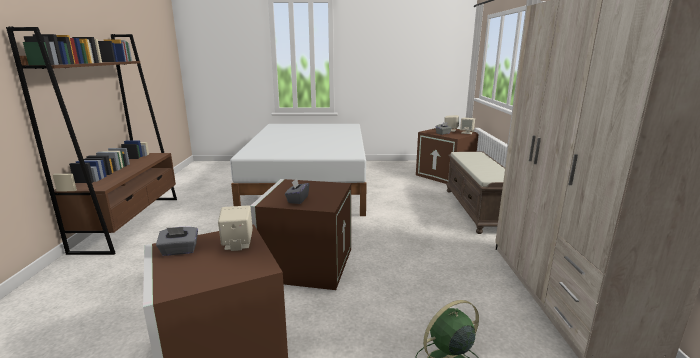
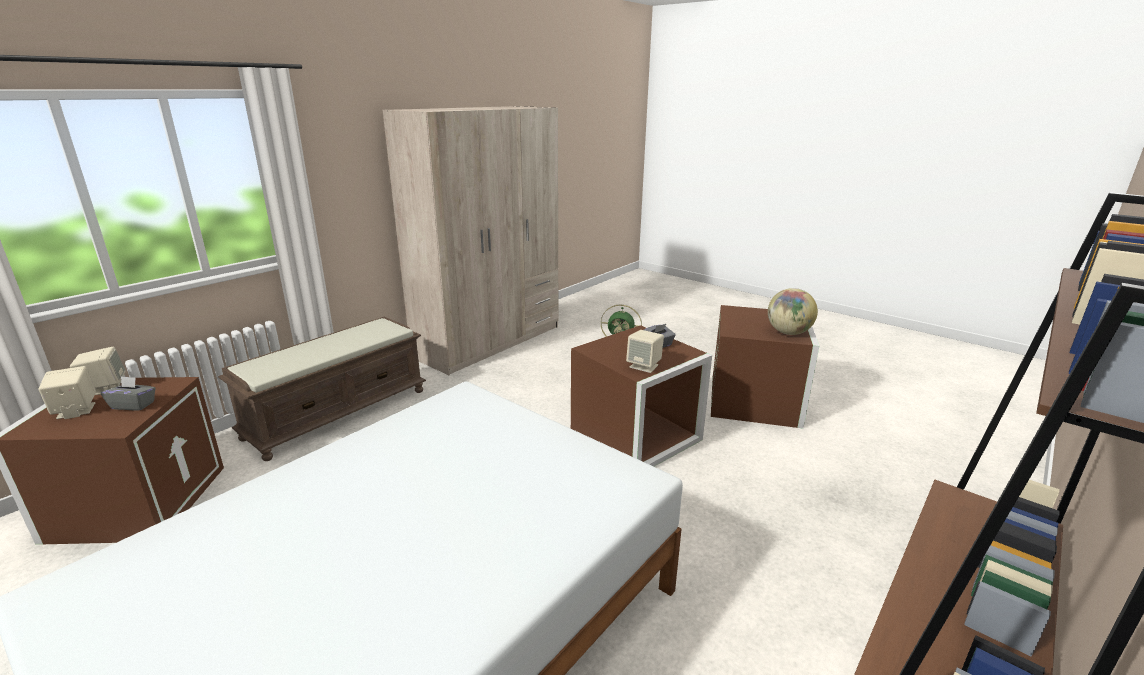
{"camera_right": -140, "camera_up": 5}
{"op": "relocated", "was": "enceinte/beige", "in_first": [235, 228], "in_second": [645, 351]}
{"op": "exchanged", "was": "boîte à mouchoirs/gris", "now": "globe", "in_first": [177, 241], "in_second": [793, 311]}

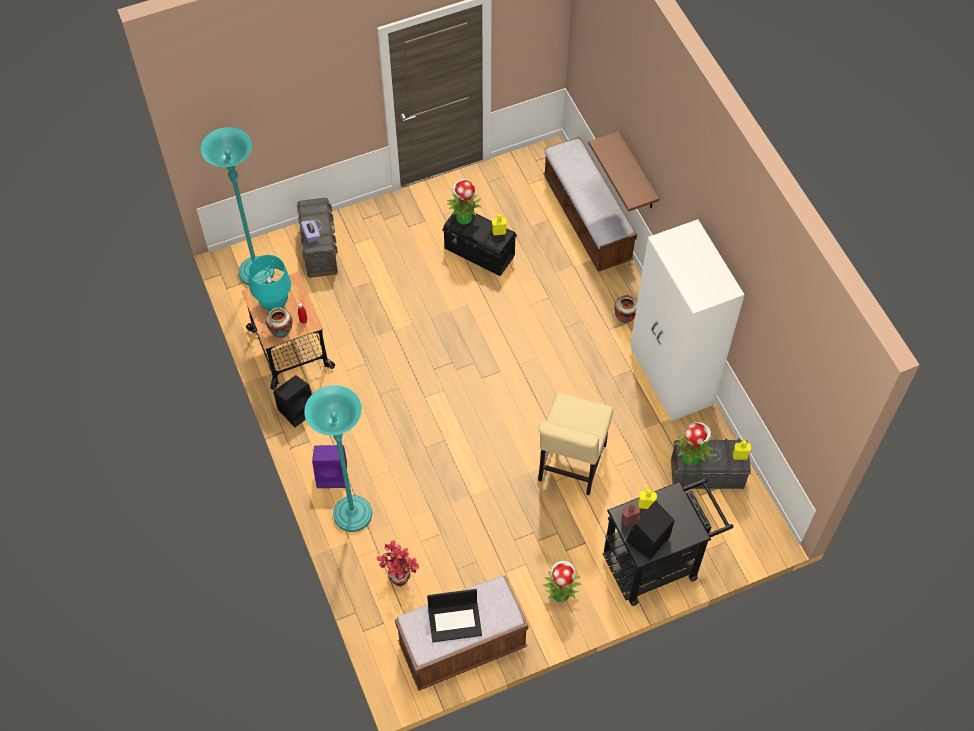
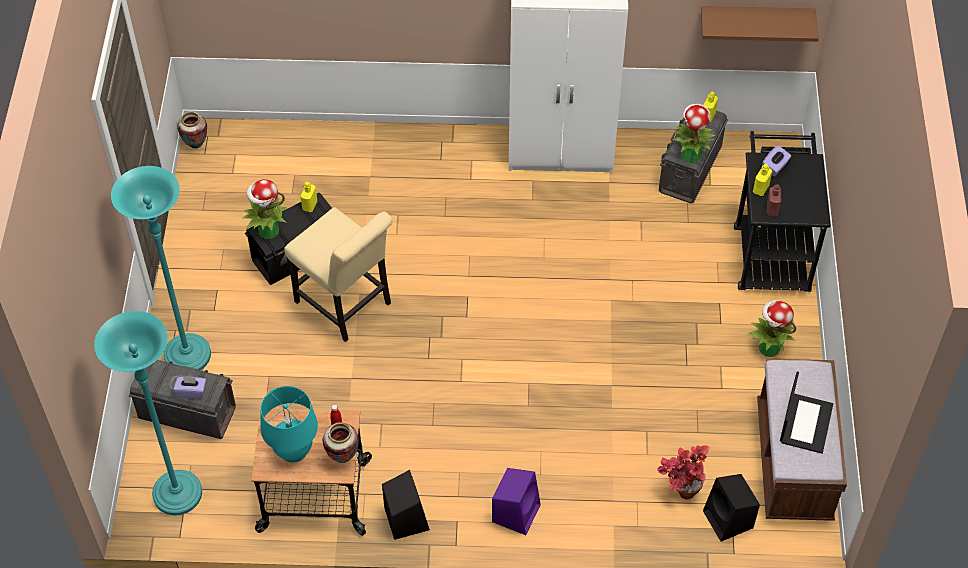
{"camera_right": -65, "camera_up": -5}
{"op": "relocated", "was": "étagère/marron", "in_first": [623, 171], "in_second": [760, 24]}
{"op": "missing", "was": "banc", "in_first": [590, 204]}
{"op": "relocated", "was": "vase", "in_first": [625, 309], "in_second": [192, 130]}
{"op": "relocated", "was": "lampadaire/turquoise", "in_first": [338, 458], "in_second": [161, 268]}
{"op": "relocated", "was": "chaise/beige", "in_first": [575, 443], "in_second": [338, 274]}
{"op": "relocated", "was": "enceinte/noir", "in_first": [650, 530], "in_second": [731, 508]}
{"op": "appeared", "now": "boîte à mouchoirs/violet", "in_second": [776, 160]}

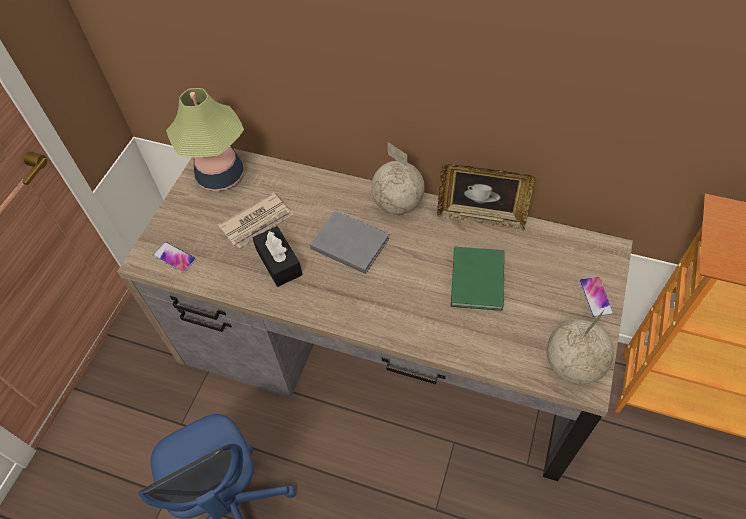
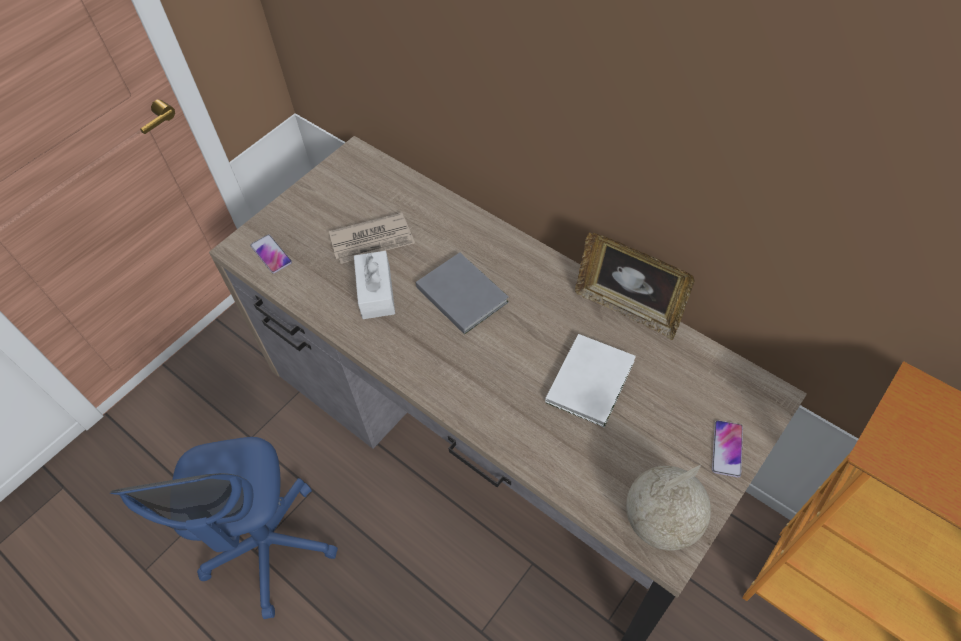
{"camera_right": 20, "camera_up": 0}
{"op": "missing", "was": "lampe de table", "in_first": [205, 139]}
{"op": "missing", "was": "globe", "in_first": [398, 178]}
{"op": "colour", "was": "boîte à mouchoirs/noir", "now": "boîte à mouchoirs/blanc", "in_first": [277, 256], "in_second": [374, 285]}
{"op": "colour", "was": "livre/vert", "now": "livre/blanc", "in_first": [477, 279], "in_second": [590, 381]}

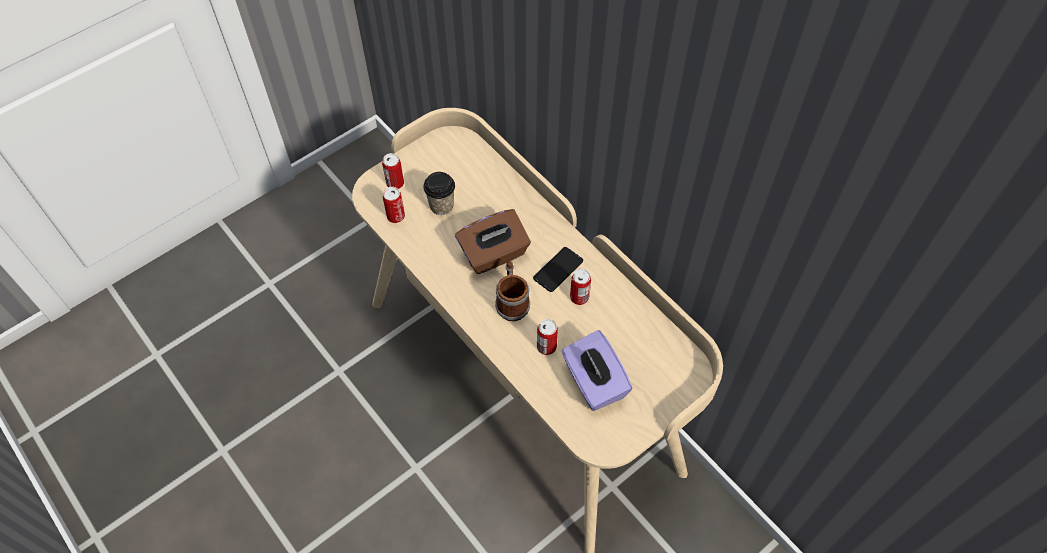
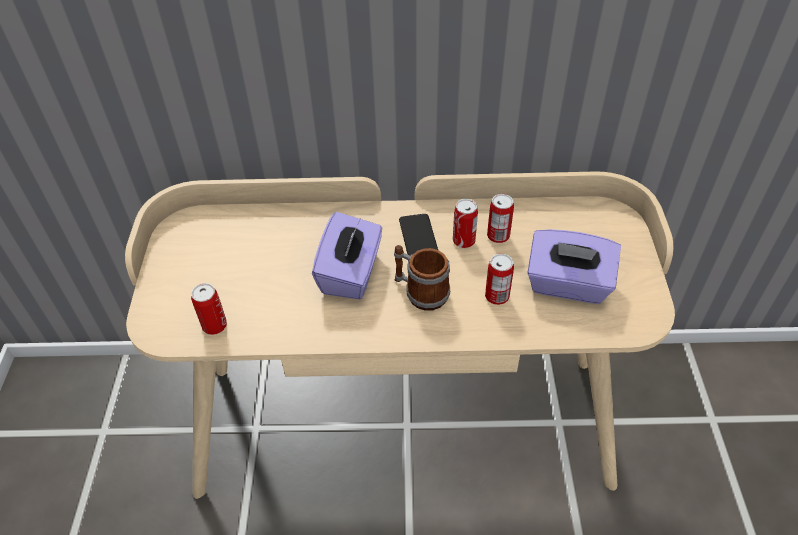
{"camera_right": -50, "camera_up": -10}
{"op": "relocated", "was": "boîte métallique", "in_first": [393, 171], "in_second": [500, 218]}
{"op": "missing", "was": "tasse", "in_first": [439, 193]}
{"op": "colour", "was": "boîte à mouchoirs/marron", "now": "boîte à mouchoirs/violet", "in_first": [493, 241], "in_second": [347, 255]}

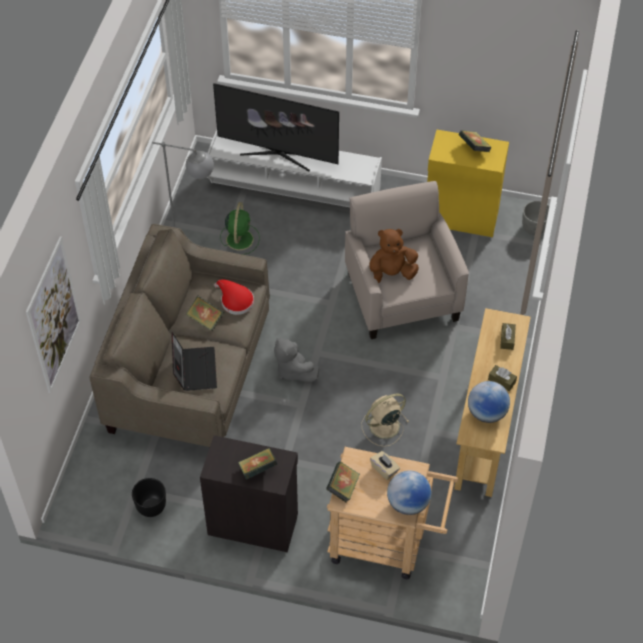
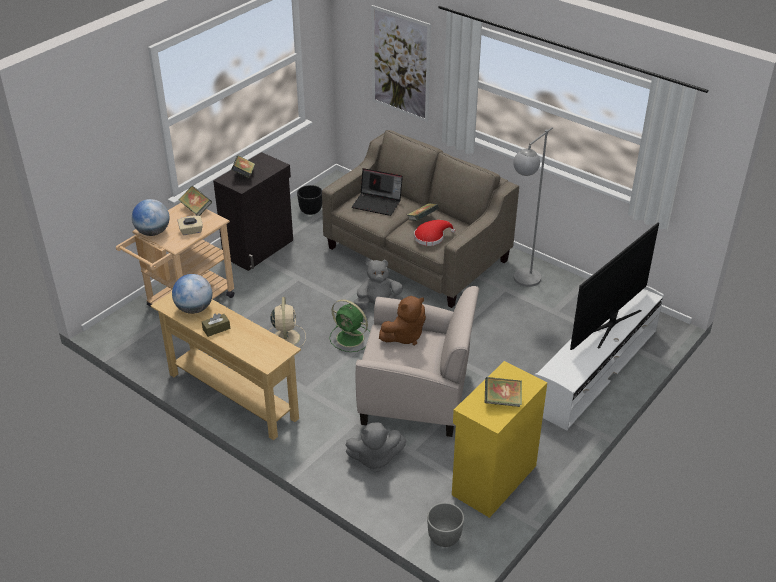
{"camera_right": 115, "camera_up": -15}
{"op": "relocated", "was": "ventilateur/vert", "in_first": [240, 228], "in_second": [349, 325]}
{"op": "spun", "was": "peluche/marron", "in_first": [394, 256], "in_second": [402, 320], "clockwise": 45}
{"op": "missing", "was": "boîte à mouchoirs/marron", "in_first": [508, 336]}
{"op": "appeared", "now": "peluche/gris", "in_second": [376, 447]}

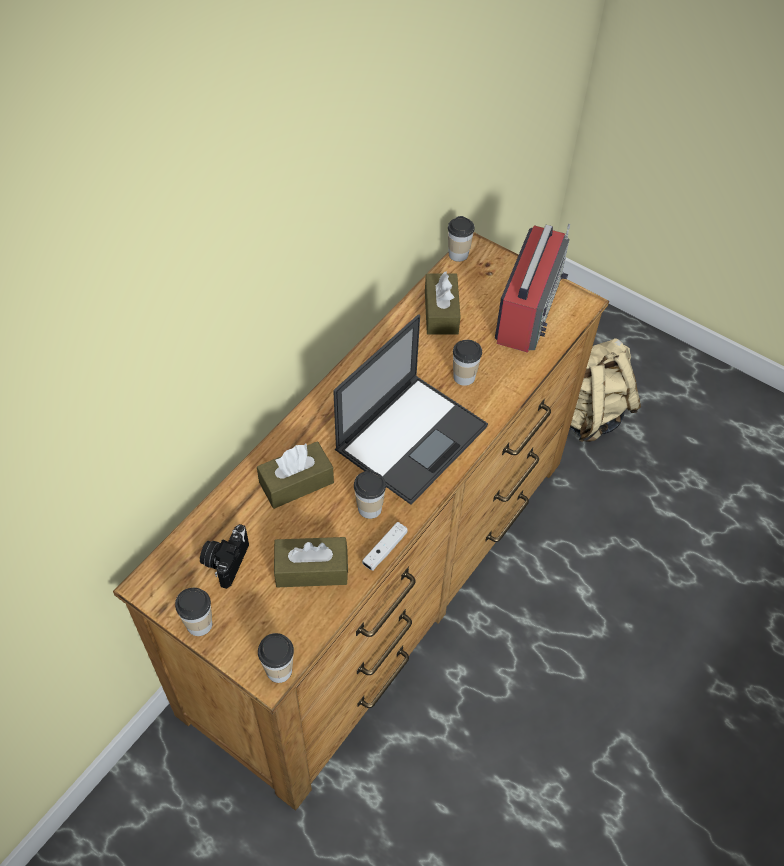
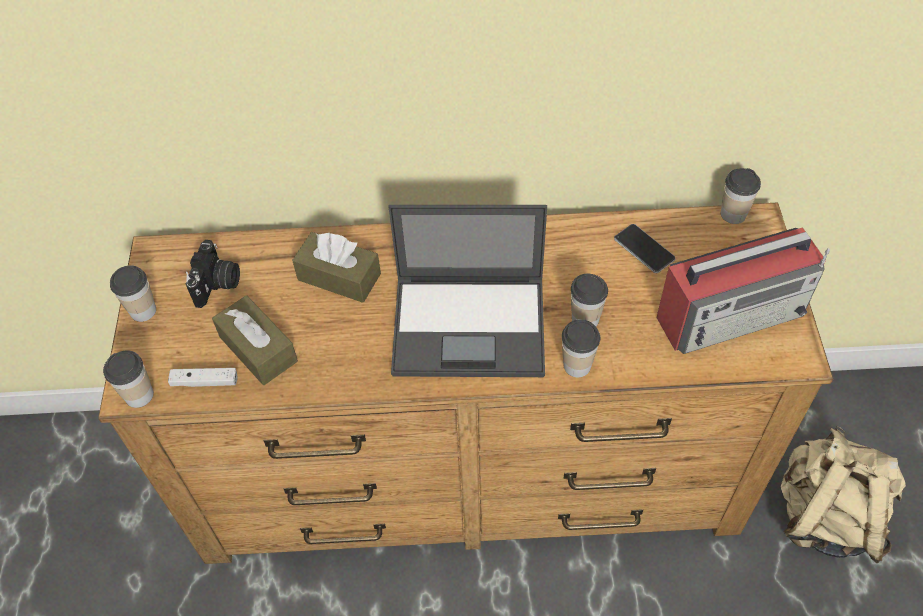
{"camera_right": 55, "camera_up": 0}
{"op": "exchanged", "was": "boîte à mouchoirs/marron", "now": "téléphone", "in_first": [442, 303], "in_second": [645, 248]}
{"op": "relocated", "was": "tasse", "in_first": [370, 495], "in_second": [581, 348]}
{"op": "relocated", "was": "manette/blanc", "in_first": [385, 546], "in_second": [202, 377]}
{"op": "spun", "was": "appareil photo", "in_first": [224, 556], "in_second": [213, 274], "clockwise": 120}

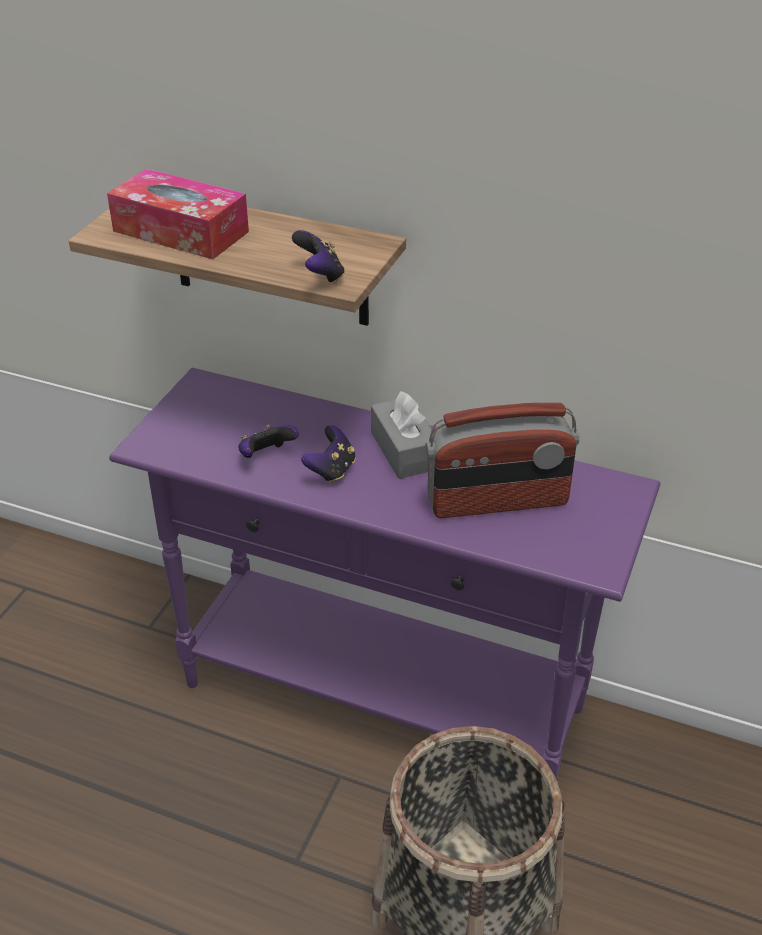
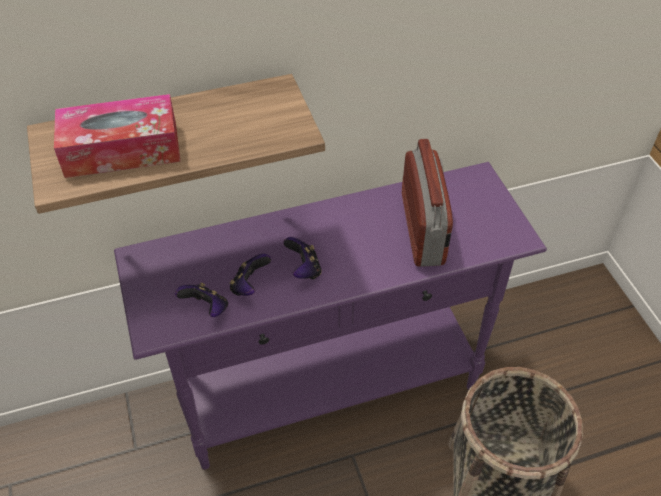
{"camera_right": -40, "camera_up": 10}
{"op": "relocated", "was": "manette", "in_first": [318, 257], "in_second": [201, 300]}
{"op": "missing", "was": "boîte à mouchoirs/gris", "in_first": [401, 435]}
{"op": "spun", "was": "radio", "in_first": [502, 460], "in_second": [427, 203], "clockwise": -45}

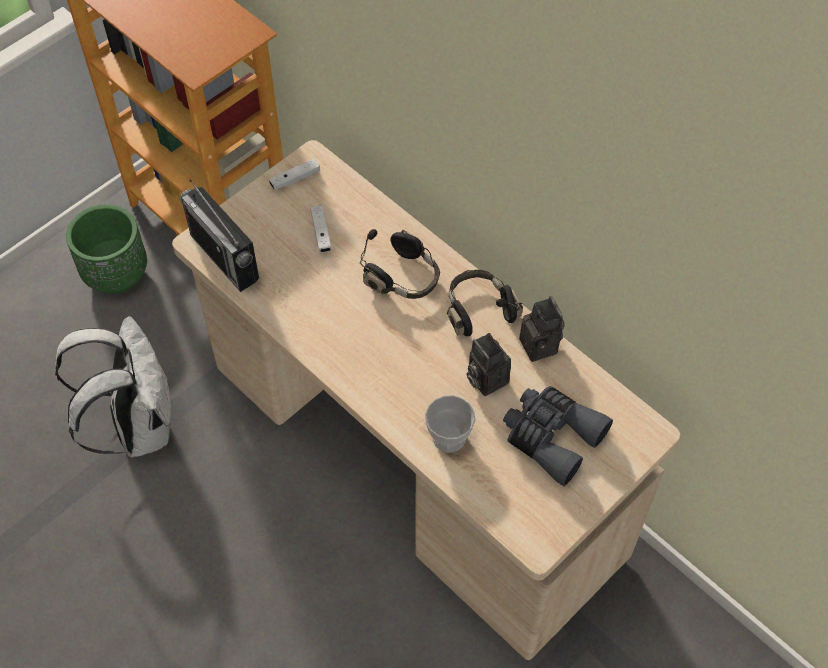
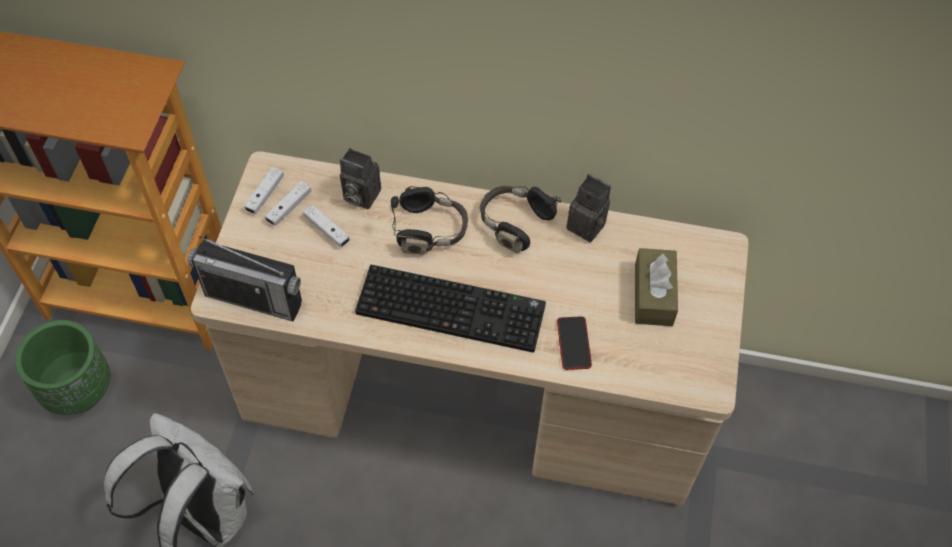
{"camera_right": -35, "camera_up": 0}
{"op": "relocated", "was": "appareil photo", "in_first": [489, 364], "in_second": [360, 178]}
{"op": "exchanged", "was": "jumelles/gris", "now": "boîte à mouchoirs/marron", "in_first": [558, 436], "in_second": [656, 287]}
{"op": "exchanged", "was": "tasse", "now": "téléphone", "in_first": [450, 423], "in_second": [574, 343]}
{"op": "appeared", "now": "manette/blanc", "in_second": [288, 203]}
{"op": "appeared", "now": "clavier", "in_second": [450, 309]}

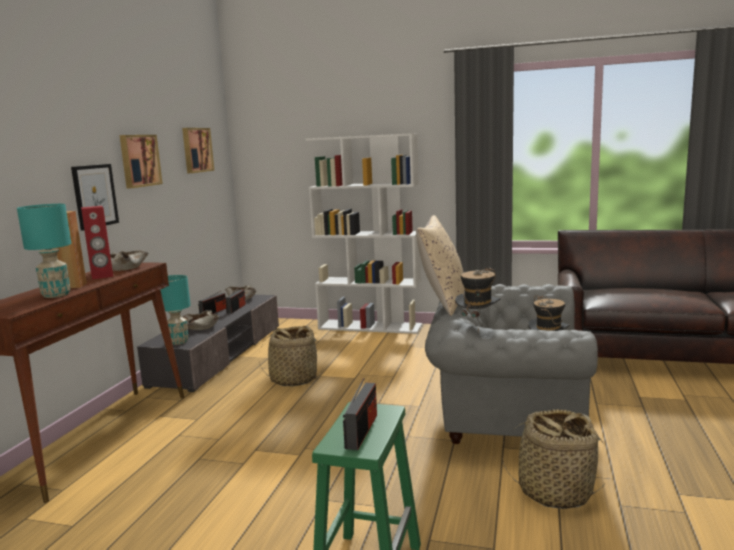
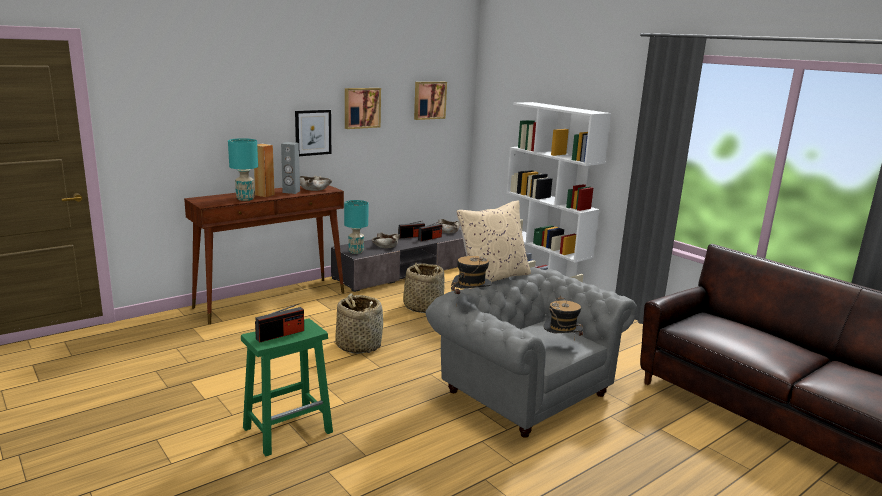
{"camera_right": 35, "camera_up": 5}
{"op": "colour", "was": "enceinte/rouge", "now": "enceinte/gris", "in_first": [97, 242], "in_second": [290, 168]}
{"op": "relocated", "was": "panier", "in_first": [554, 459], "in_second": [359, 324]}

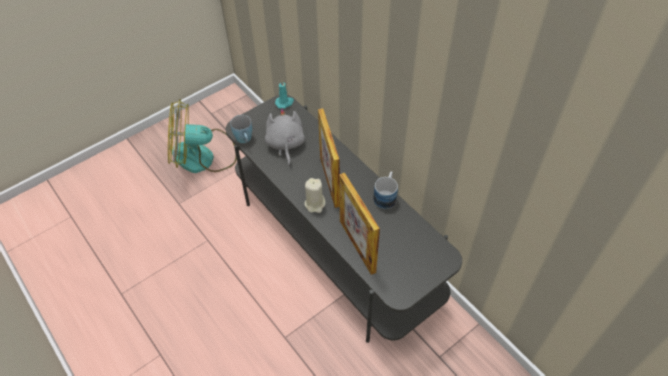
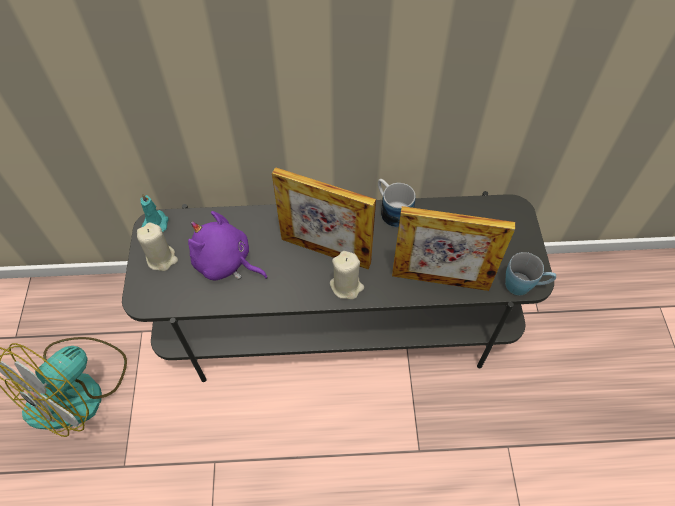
{"camera_right": -55, "camera_up": 5}
{"op": "colour", "was": "peluche/gris", "now": "peluche/violet", "in_first": [285, 137], "in_second": [228, 246]}
{"op": "relocated", "was": "mug/bleu", "in_first": [241, 129], "in_second": [530, 274]}
{"op": "appeared", "now": "bougie/beige", "in_second": [157, 246]}

